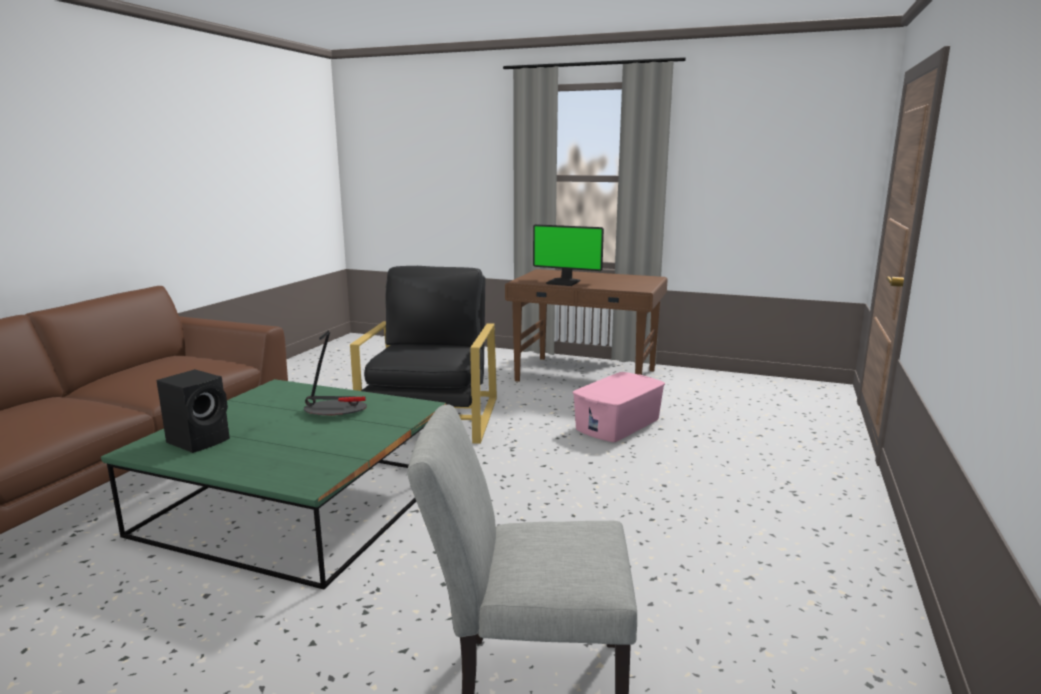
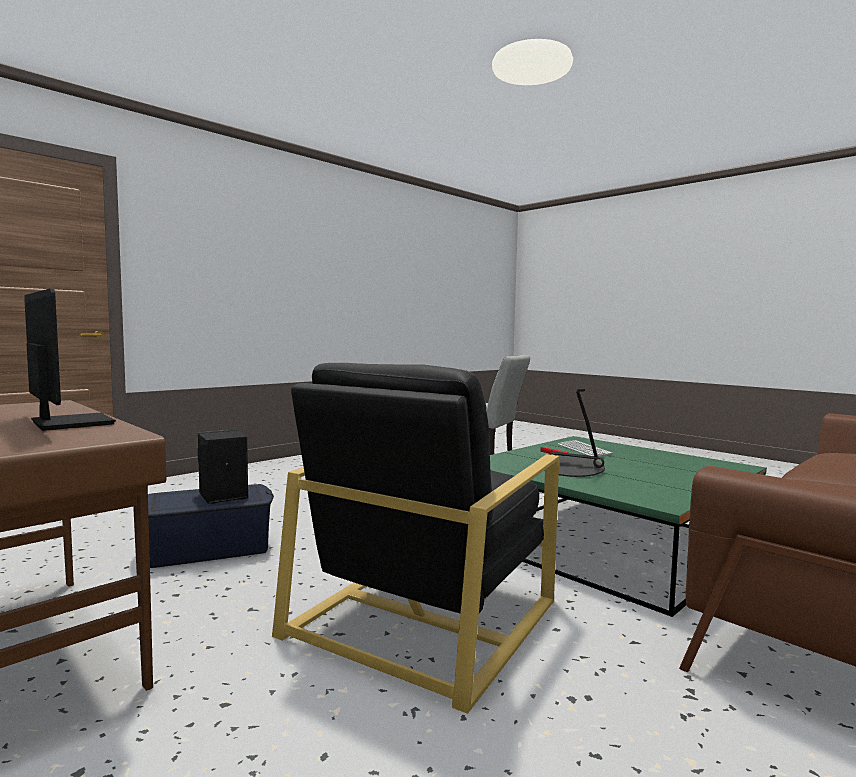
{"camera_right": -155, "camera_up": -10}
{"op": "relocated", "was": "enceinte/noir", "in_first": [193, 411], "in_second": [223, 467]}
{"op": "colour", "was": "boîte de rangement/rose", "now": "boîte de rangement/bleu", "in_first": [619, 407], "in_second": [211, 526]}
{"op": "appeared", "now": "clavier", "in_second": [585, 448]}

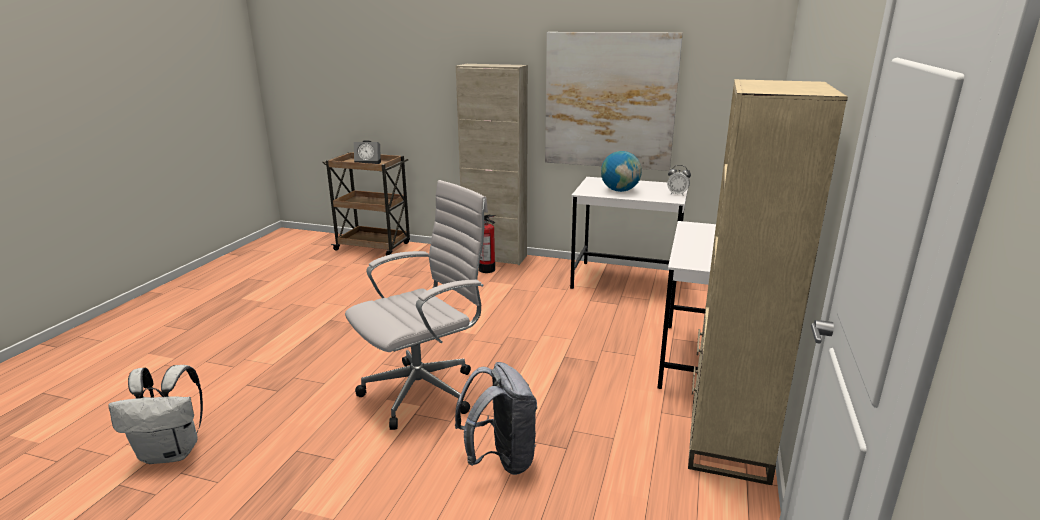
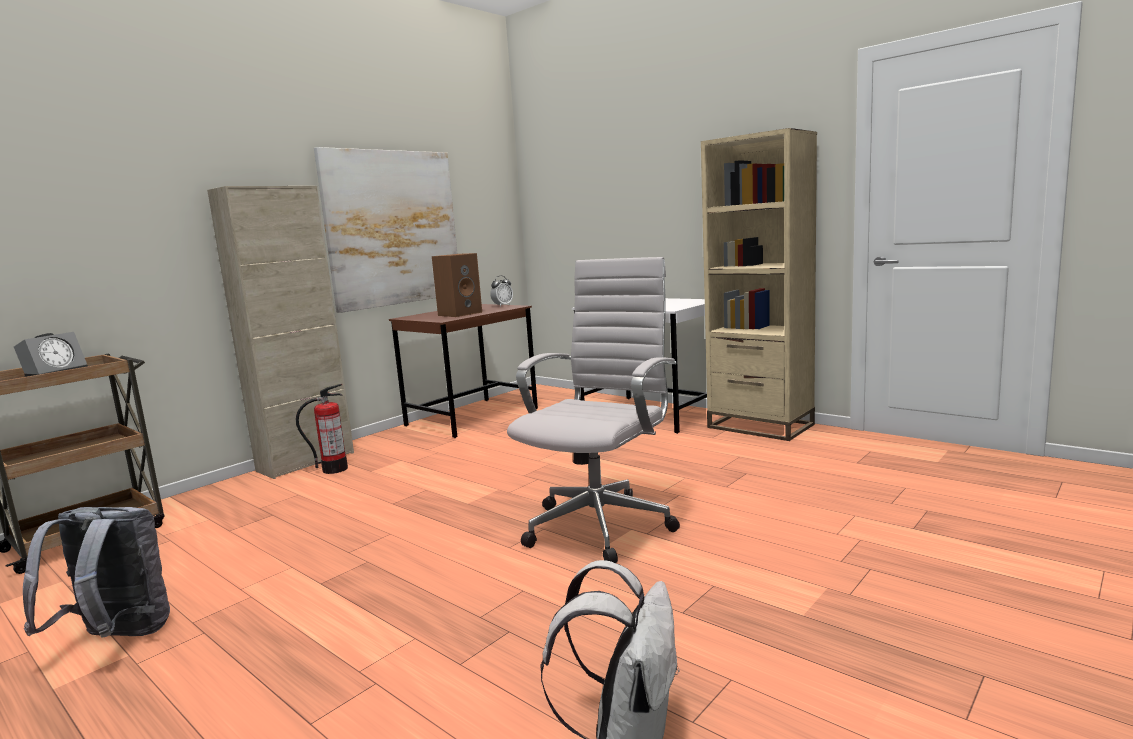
{"camera_right": -65, "camera_up": -10}
{"op": "exchanged", "was": "globe", "now": "enceinte/marron", "in_first": [621, 171], "in_second": [457, 285]}
{"op": "colour", "was": "bureau/blanc", "now": "bureau/marron", "in_first": [629, 233], "in_second": [463, 371]}
{"op": "spun", "was": "chaise de bureau/blanc", "in_first": [416, 305], "in_second": [593, 410], "clockwise": 45}
{"op": "relocated", "was": "sac à dos/gris", "in_first": [496, 418], "in_second": [96, 572]}

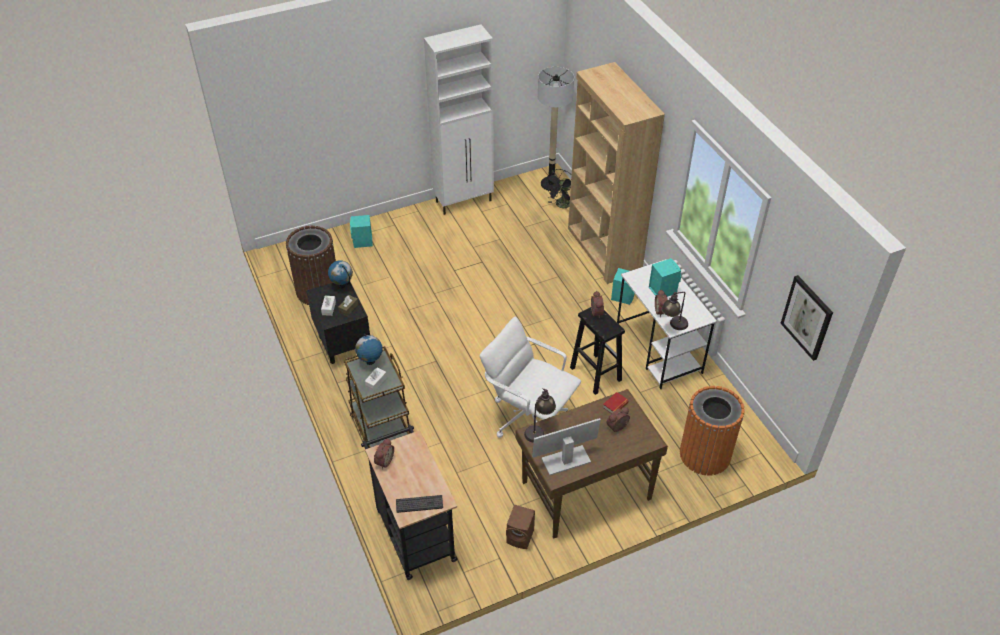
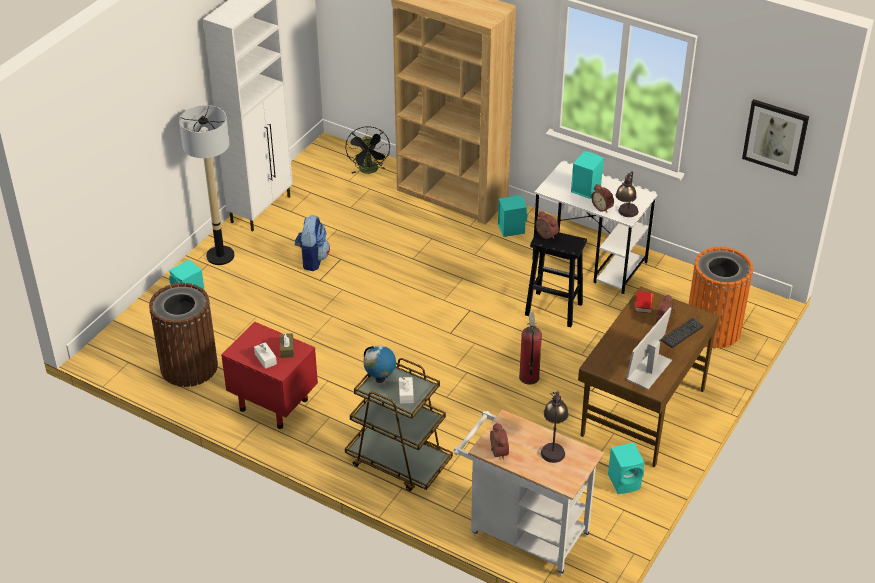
{"camera_right": -35, "camera_up": -5}
{"op": "relocated", "was": "lampadaire", "in_first": [556, 129], "in_second": [206, 185]}
{"op": "missing", "was": "globe", "in_first": [340, 274]}
{"op": "colour", "was": "table de chevet/noir", "now": "table de chevet/rouge", "in_first": [338, 323], "in_second": [269, 375]}
{"op": "exchanged", "was": "chaise de bureau/blanc", "now": "extincteur", "in_first": [530, 377], "in_second": [530, 348]}
{"op": "relocated", "was": "lampe de table", "in_first": [540, 415], "in_second": [555, 427]}
{"op": "colour", "was": "chariot/noir", "now": "chariot/blanc", "in_first": [409, 502], "in_second": [529, 492]}
{"op": "relocated", "was": "clavier", "in_first": [419, 504], "in_second": [682, 333]}
{"op": "colour", "was": "enceinte/marron", "now": "enceinte/turquoise", "in_first": [520, 527], "in_second": [626, 468]}
{"op": "appeared", "now": "sac à dos", "in_second": [312, 243]}

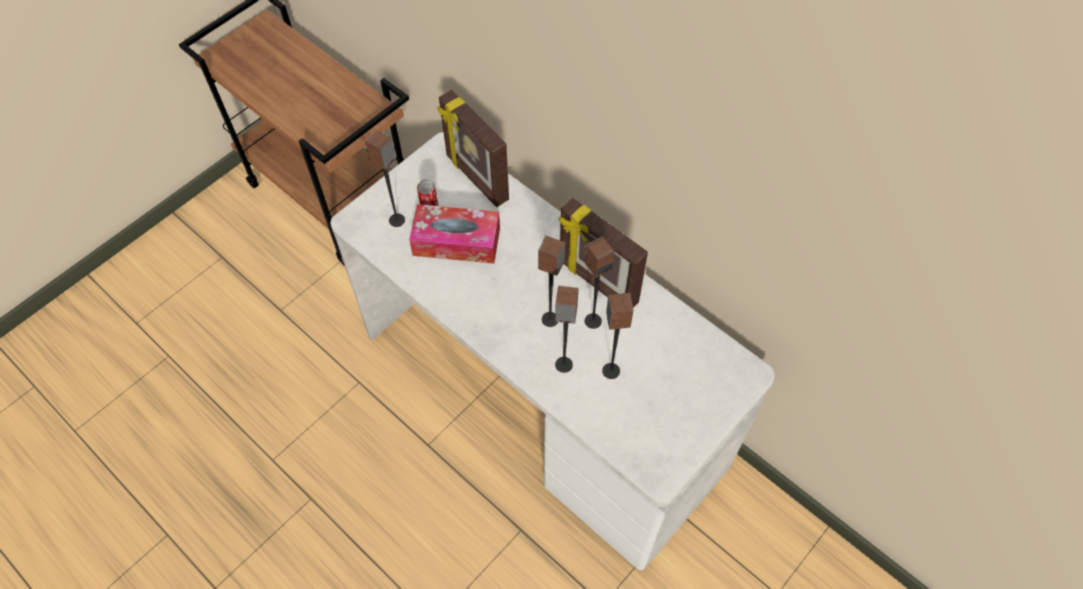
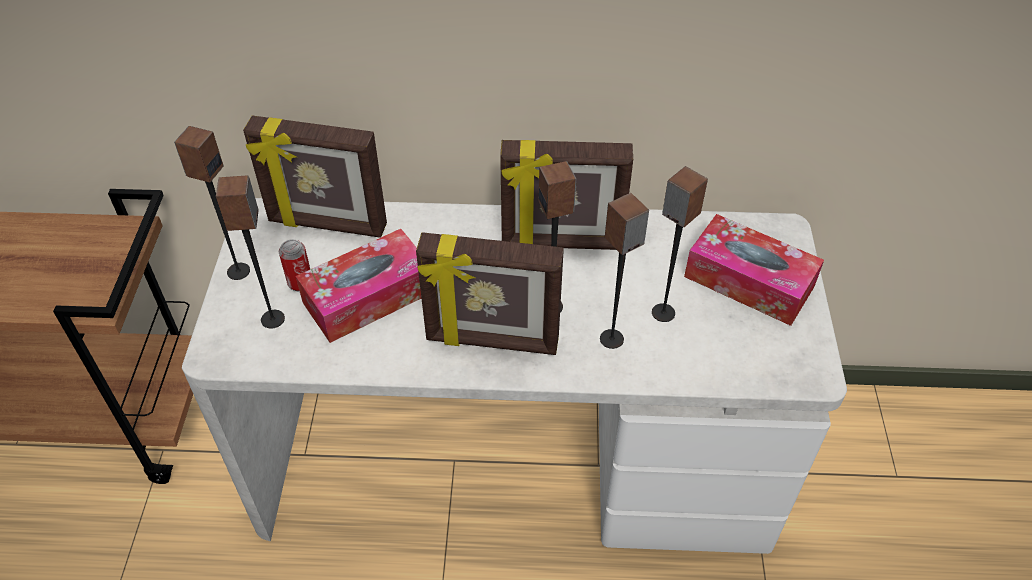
{"camera_right": -40, "camera_up": -10}
{"op": "relocated", "was": "enceinte", "in_first": [599, 282], "in_second": [212, 203]}
{"op": "appeared", "now": "boîte à mouchoirs", "in_second": [754, 270]}
{"op": "appeared", "now": "cadre photo", "in_second": [490, 293]}

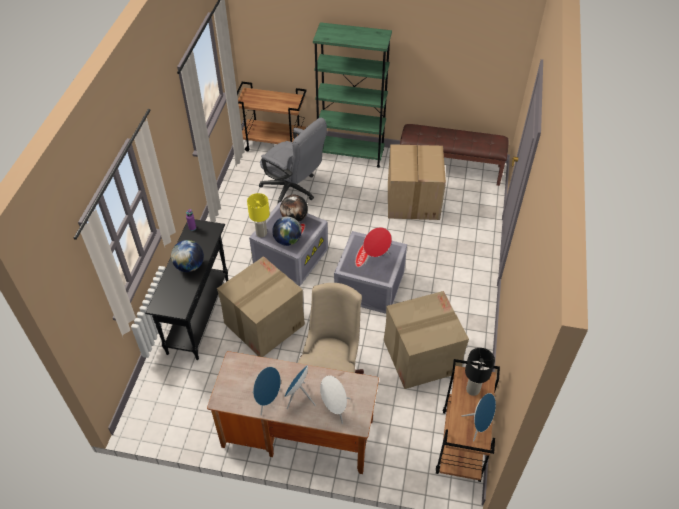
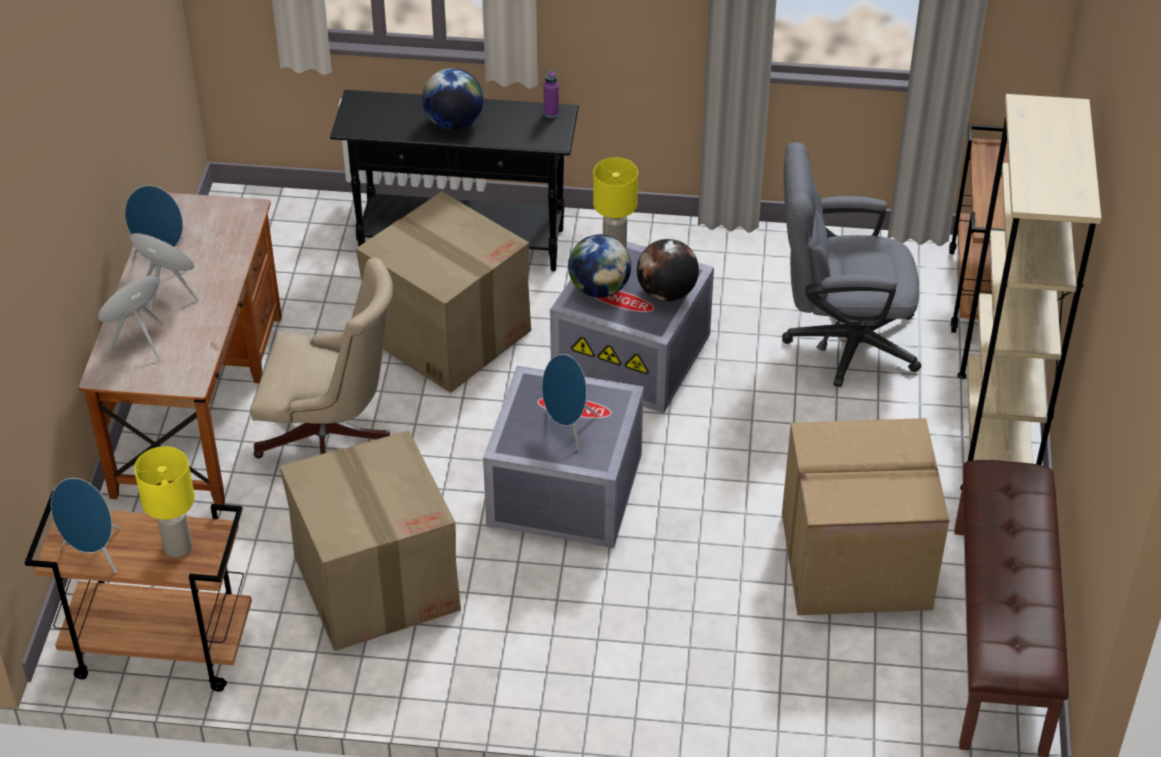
{"camera_right": 85, "camera_up": -5}
{"op": "colour", "was": "bibliothèque/vert", "now": "bibliothèque/beige", "in_first": [352, 95], "in_second": [1030, 292]}
{"op": "spun", "was": "chaise de bureau/gris", "in_first": [293, 161], "in_second": [851, 264], "clockwise": 60}
{"op": "colour", "was": "enceinte/rouge", "now": "enceinte/bleu", "in_first": [377, 246], "in_second": [570, 402]}
{"op": "colour", "was": "lampe de table/noir", "now": "lampe de table/jaune", "in_first": [480, 372], "in_second": [164, 502]}

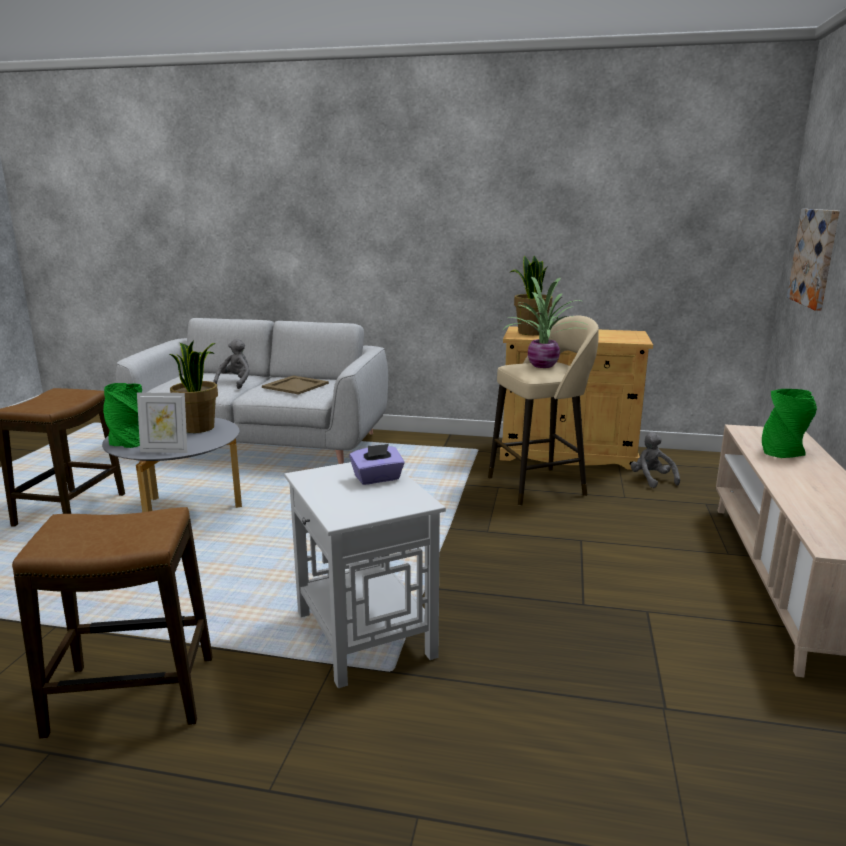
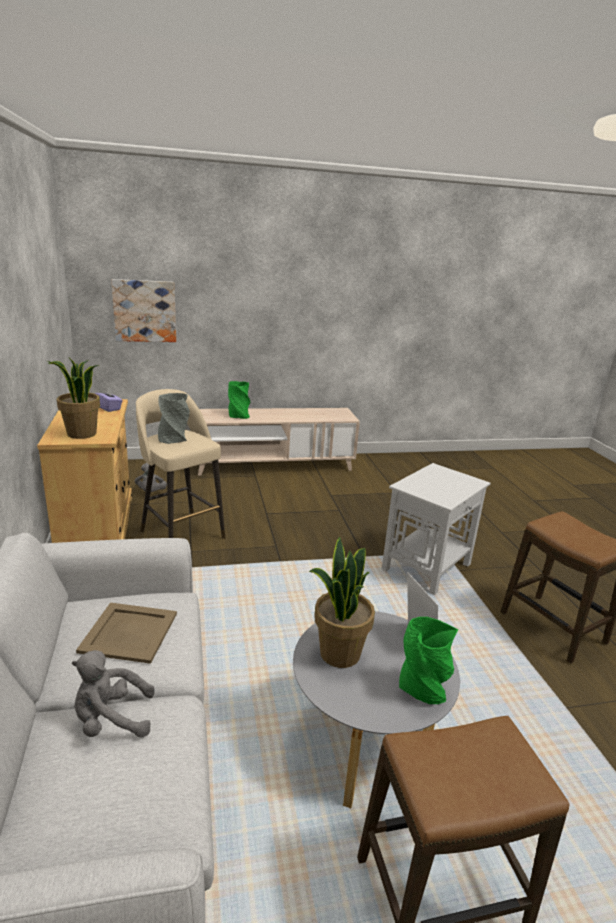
{"camera_right": -115, "camera_up": 5}
{"op": "exchanged", "was": "plante en pot", "now": "vase/gris", "in_first": [546, 322], "in_second": [174, 418]}
{"op": "spun", "was": "peluche/gris", "in_first": [655, 460], "in_second": [151, 477], "clockwise": -60}
{"op": "relocated", "was": "boîte à mouchoirs/violet", "in_first": [377, 464], "in_second": [109, 399]}

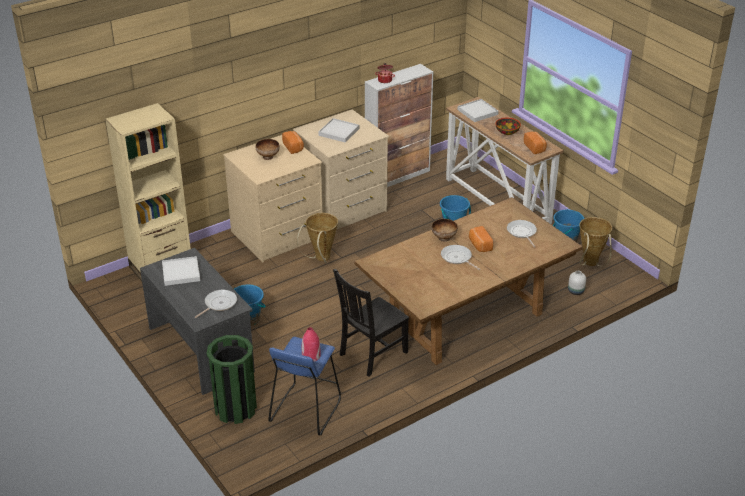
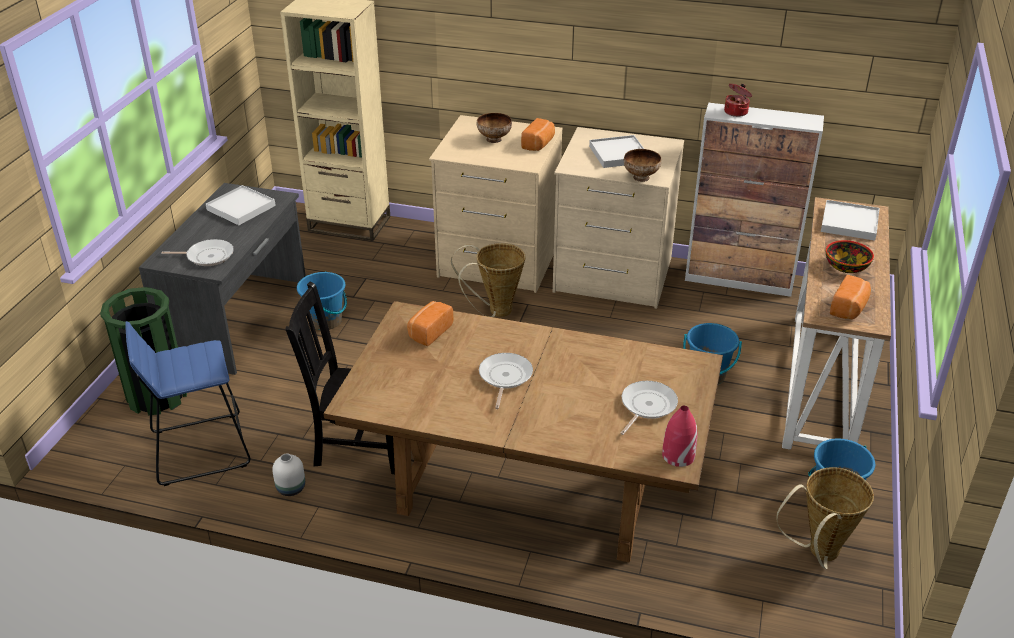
{"camera_right": 50, "camera_up": 0}
{"op": "relocated", "was": "bol", "in_first": [445, 230], "in_second": [642, 165]}
{"op": "relocated", "was": "pain", "in_first": [481, 239], "in_second": [430, 323]}
{"op": "relocated", "was": "vase/blanc", "in_first": [577, 283], "in_second": [288, 475]}
{"op": "relocated", "was": "vase/rouge", "in_first": [311, 344], "in_second": [680, 436]}

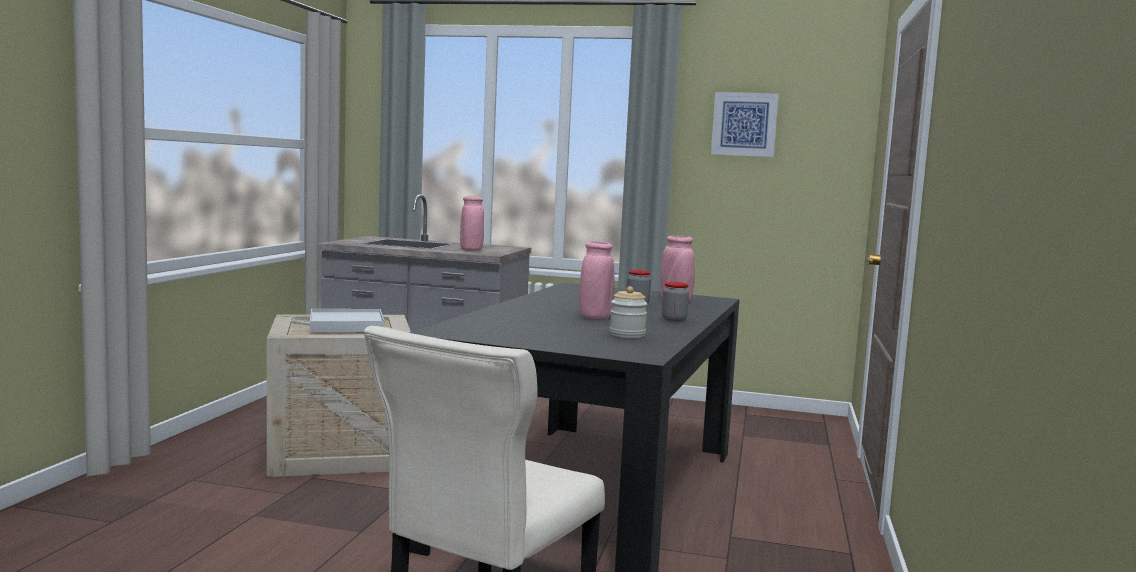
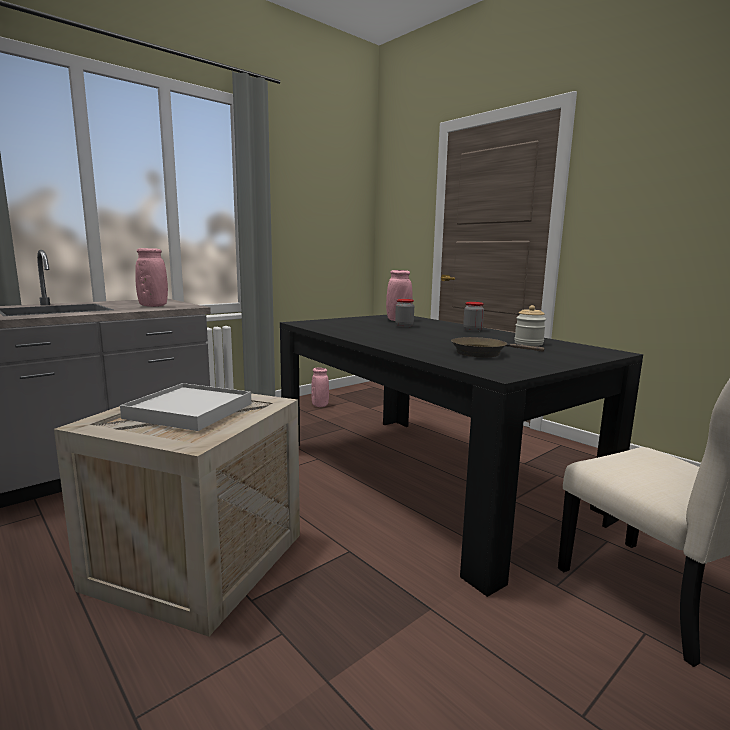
{"camera_right": -55, "camera_up": 5}
{"op": "missing", "was": "tableau", "in_first": [745, 124]}
{"op": "relocated", "was": "vase/rose", "in_first": [596, 280], "in_second": [320, 387]}
{"op": "appeared", "now": "poêle/marron", "in_second": [497, 347]}

